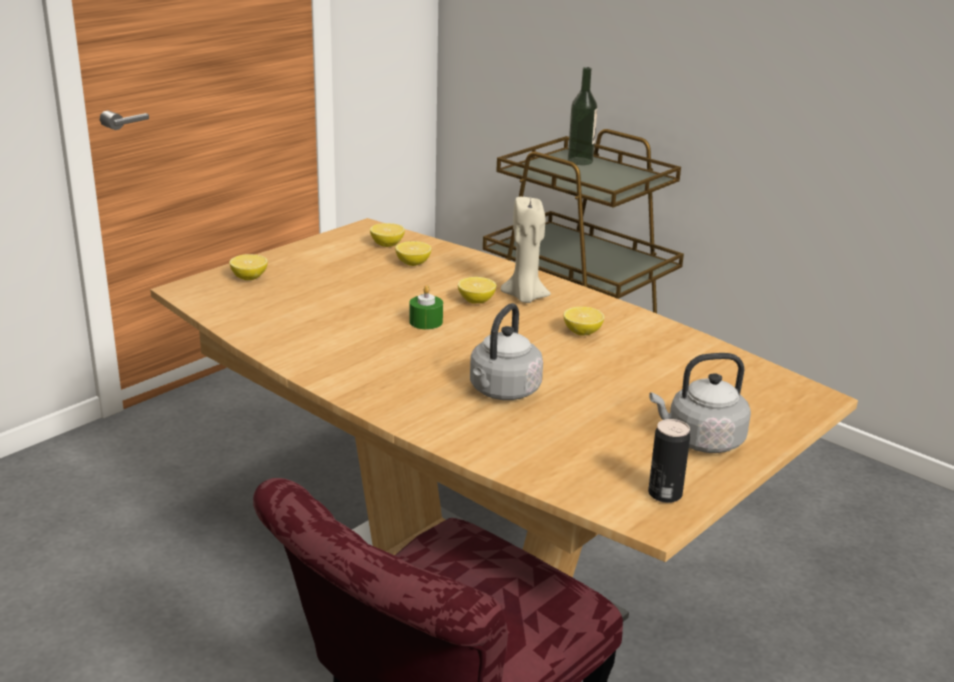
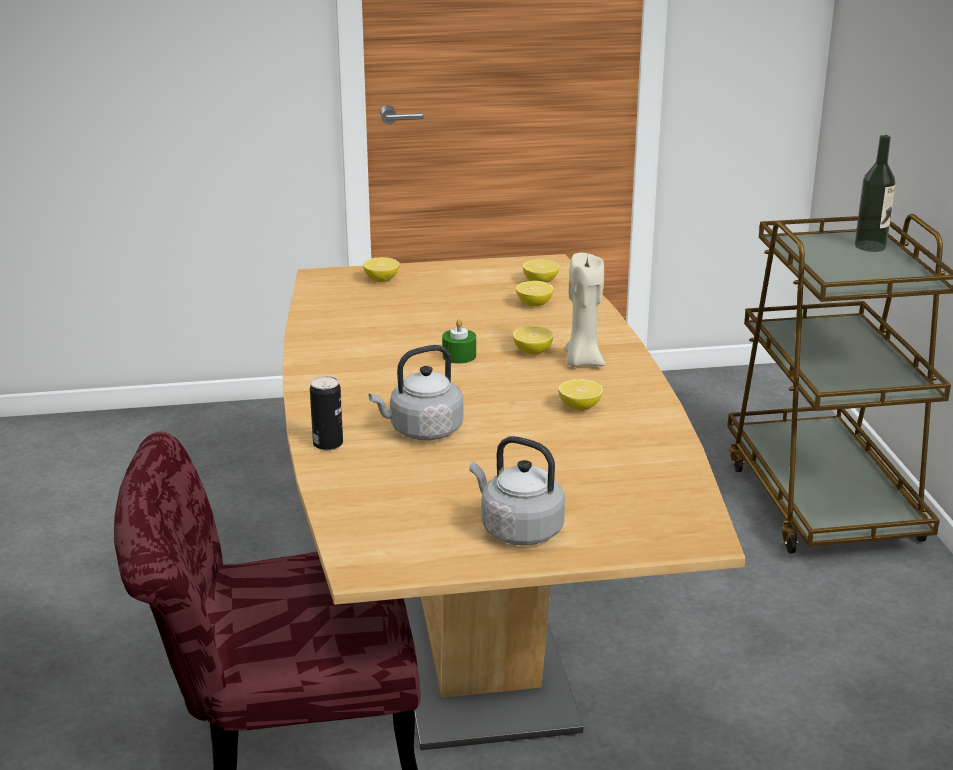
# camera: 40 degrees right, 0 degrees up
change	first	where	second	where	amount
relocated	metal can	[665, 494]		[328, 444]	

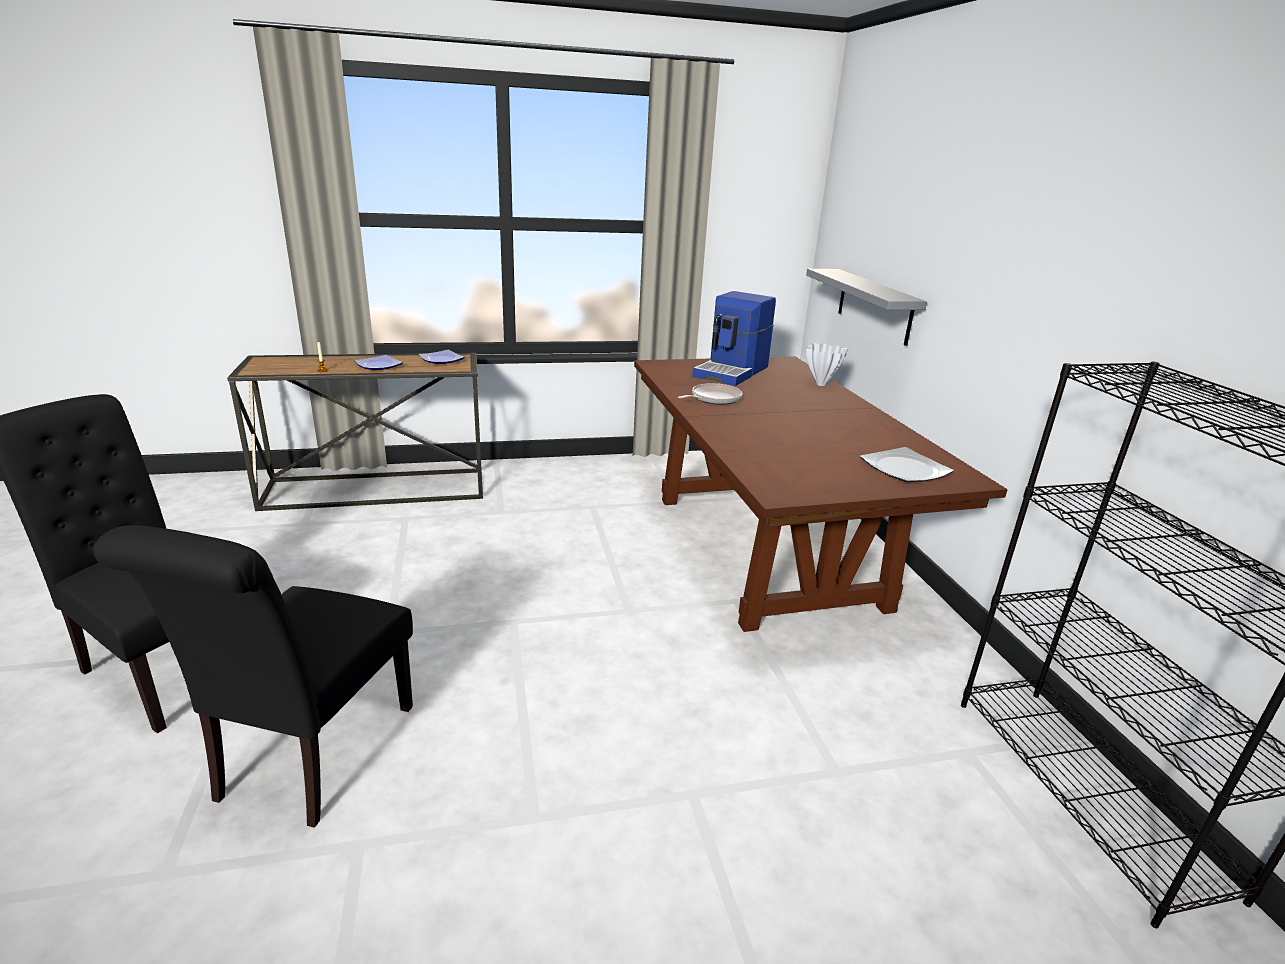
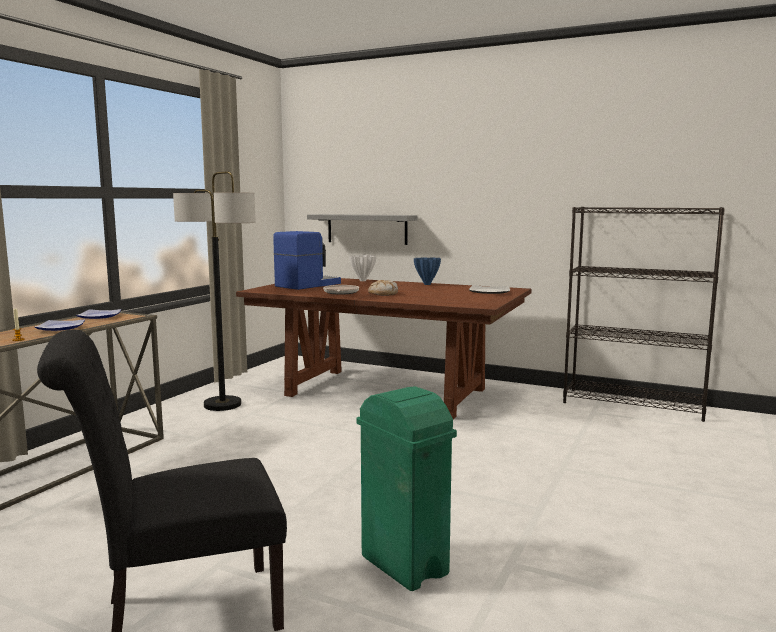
# camera: 50 degrees left, 15 degrees down
change	first	where	second	where	amount
appeared			floor lamp	[222, 405]	
appeared			bread	[383, 294]	
appeared			blue flower vase	[426, 284]	
exchanged	black chair	[309, 758]	greenish trash can	[404, 566]	
spun	coffee maker	[732, 372]		[307, 285]	120 degrees counterclockwise

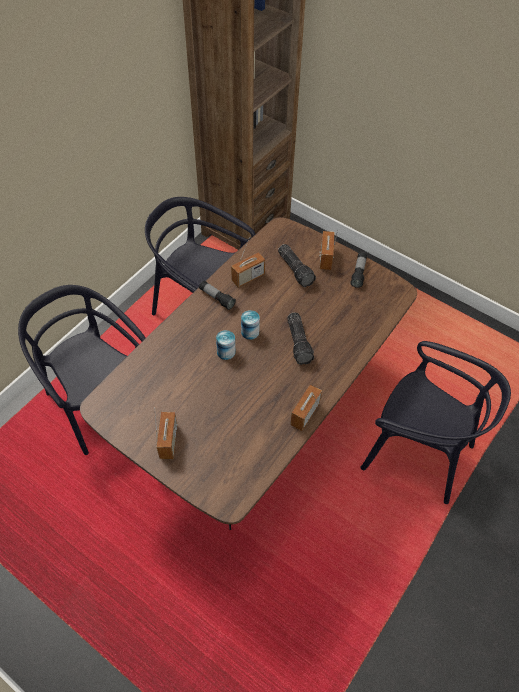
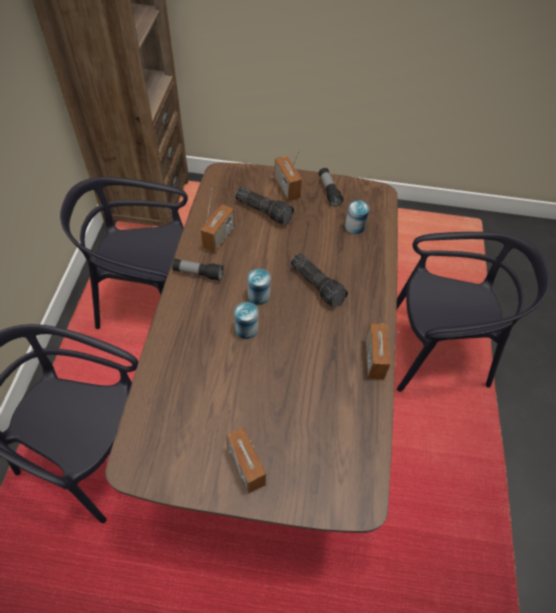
# camera: 30 degrees left, 0 degrees up
change	first	where	second	where	amount
appeared			metal can	[354, 226]	

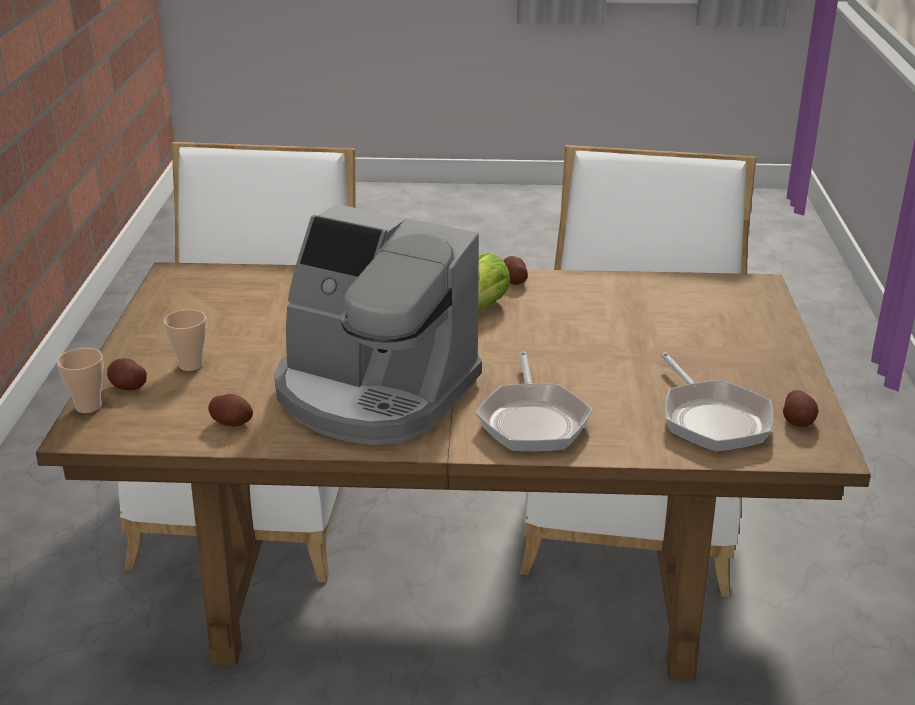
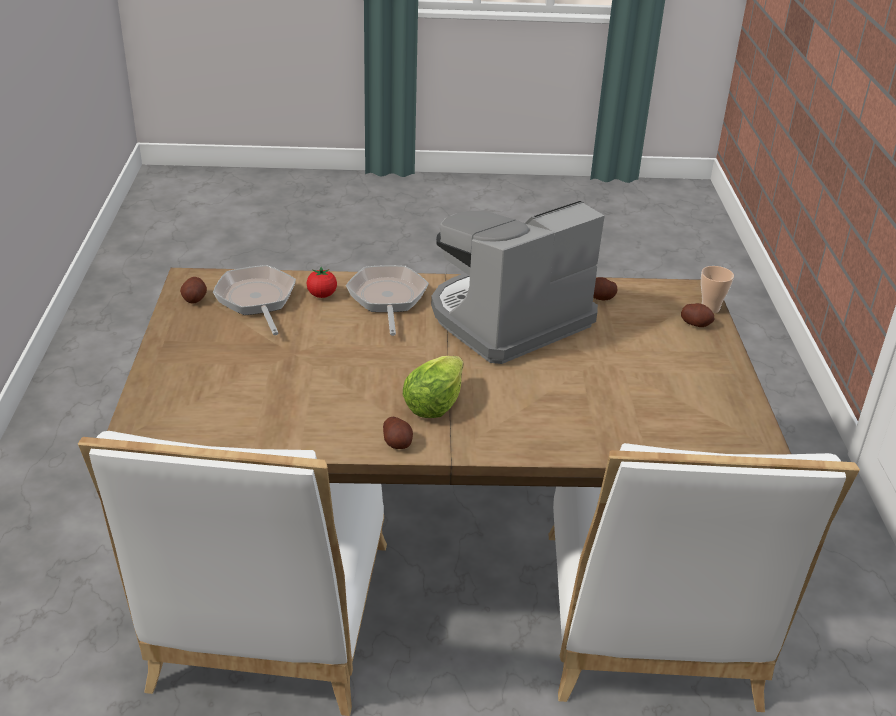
# camera: 175 degrees right, 5 degrees up
change	first	where	second	where	amount
missing	cup	[190, 365]			
appeared			whole tomato	[322, 295]	
spun	coffee maker	[373, 393]		[508, 319]	60 degrees counterclockwise

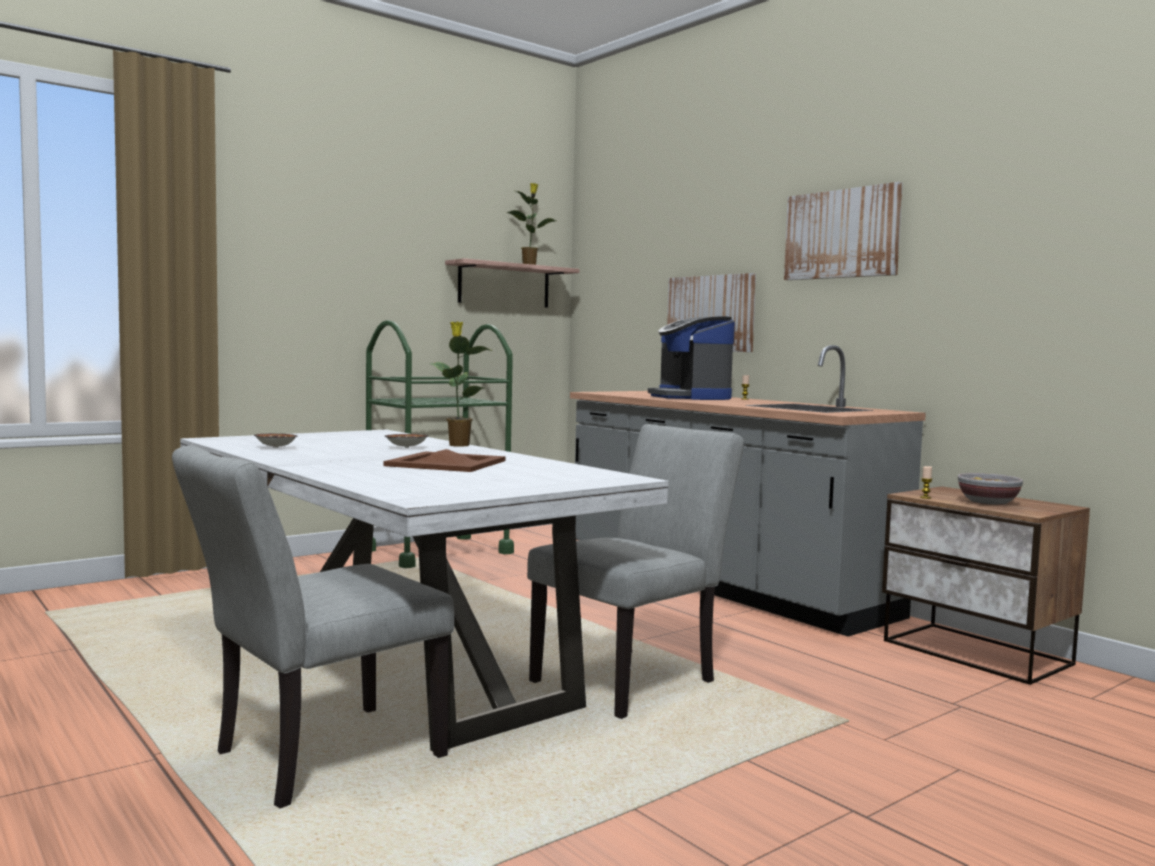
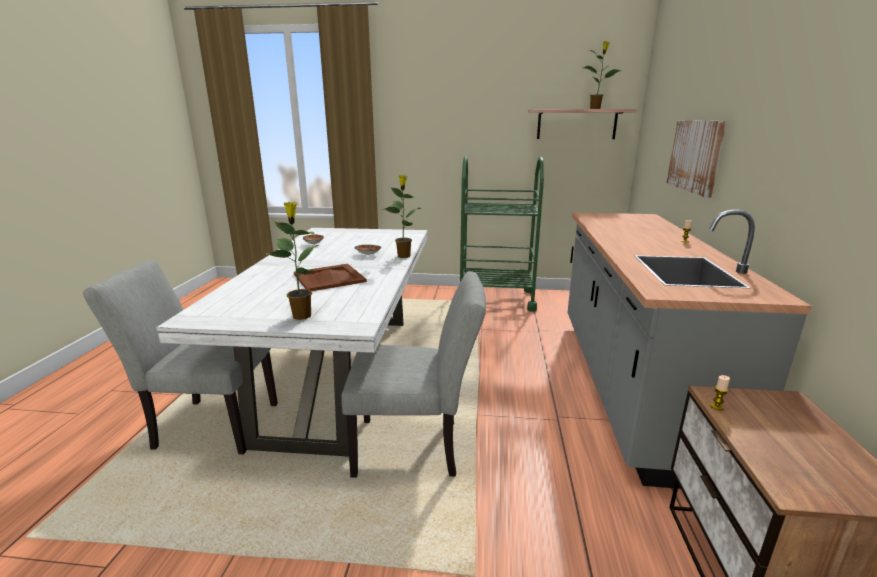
# camera: 45 degrees right, 15 degrees up
change	first	where	second	where	amount
missing	coffee maker	[690, 397]			
missing	picture	[842, 234]			
missing	serving bowl	[988, 503]			
appeared			plant in a pot	[302, 315]	

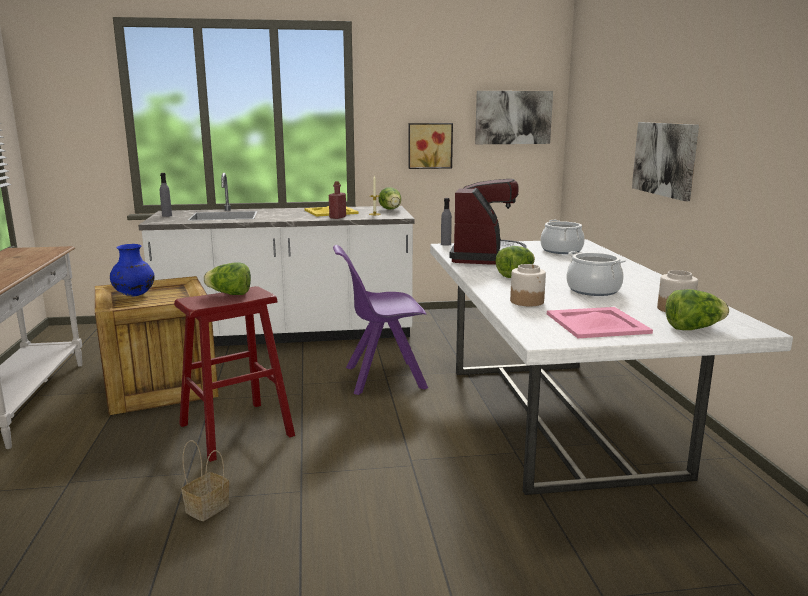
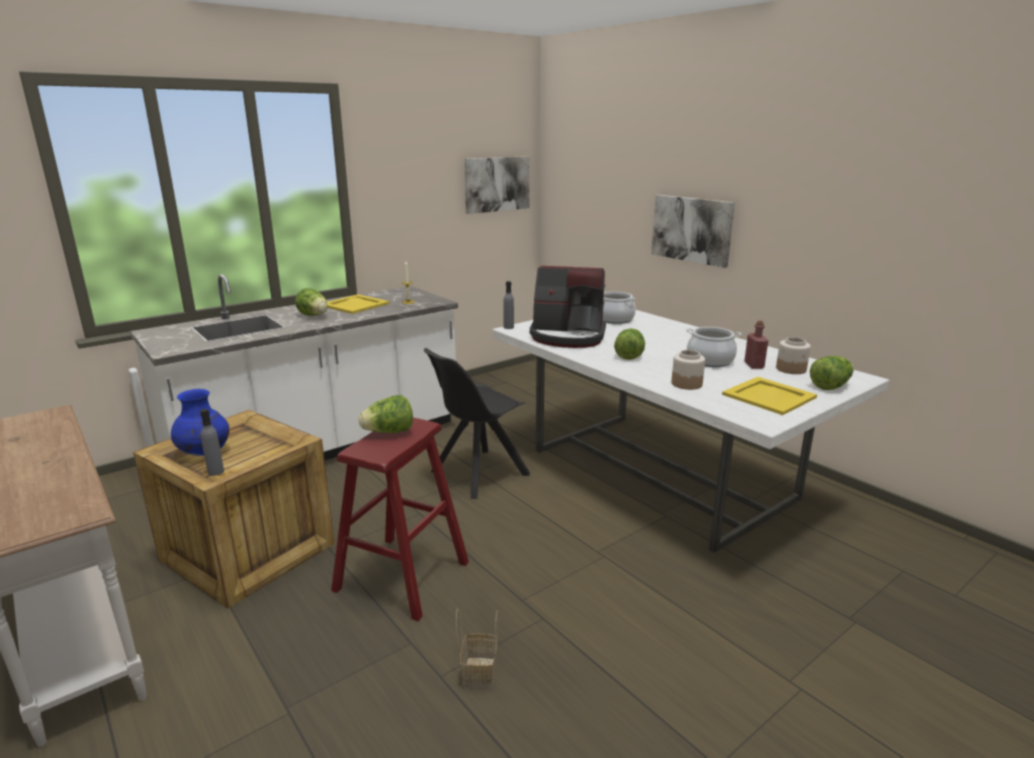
# camera: 30 degrees left, 5 degrees up
change	first	where	second	where	amount
missing	picture	[429, 145]			
relocated	gray bottle	[167, 215]		[216, 472]	
relocated	reddish bottle	[337, 217]		[754, 365]	
relocated	lettuce head	[391, 210]		[314, 315]	
colour	purple-coloured chair	[382, 378]	black chair	[477, 474]	
colour	pinkish carrying tray	[597, 323]	yellow carrying tray	[768, 395]	
spun	coffee maker	[486, 256]		[568, 336]	120 degrees clockwise

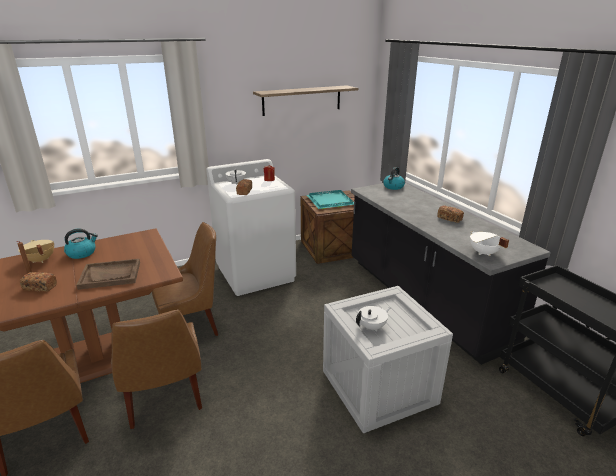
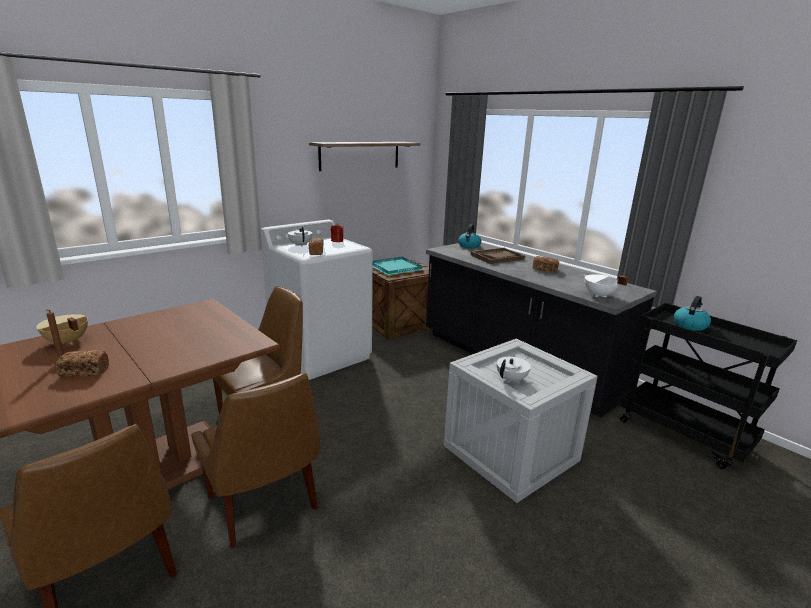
# camera: 15 degrees left, 5 degrees down
change	first	where	second	where	amount
relocated	kettle	[82, 253]		[690, 325]	
relocated	brown carrying tray	[110, 275]		[497, 257]	

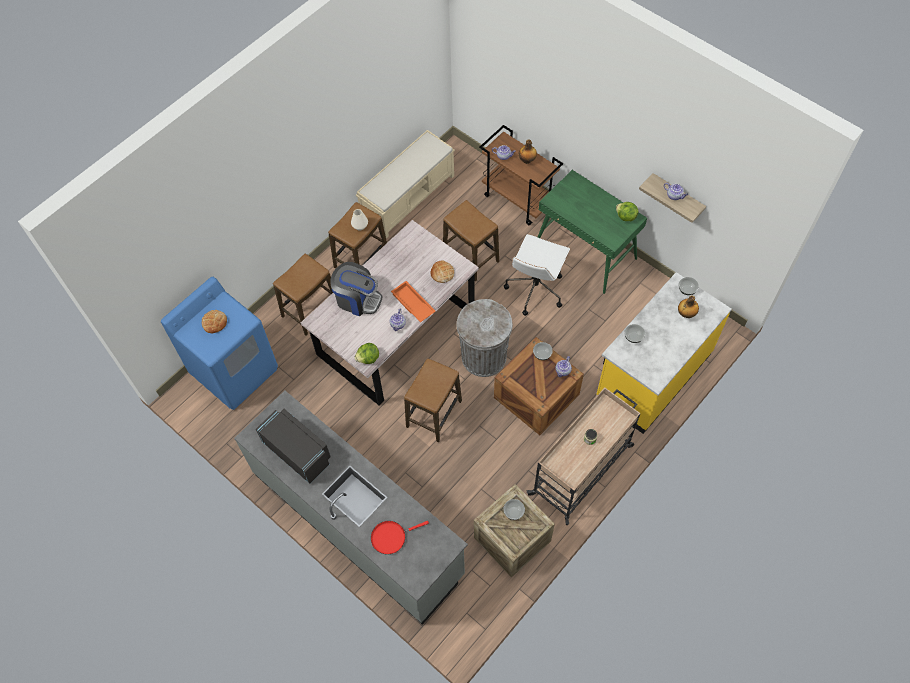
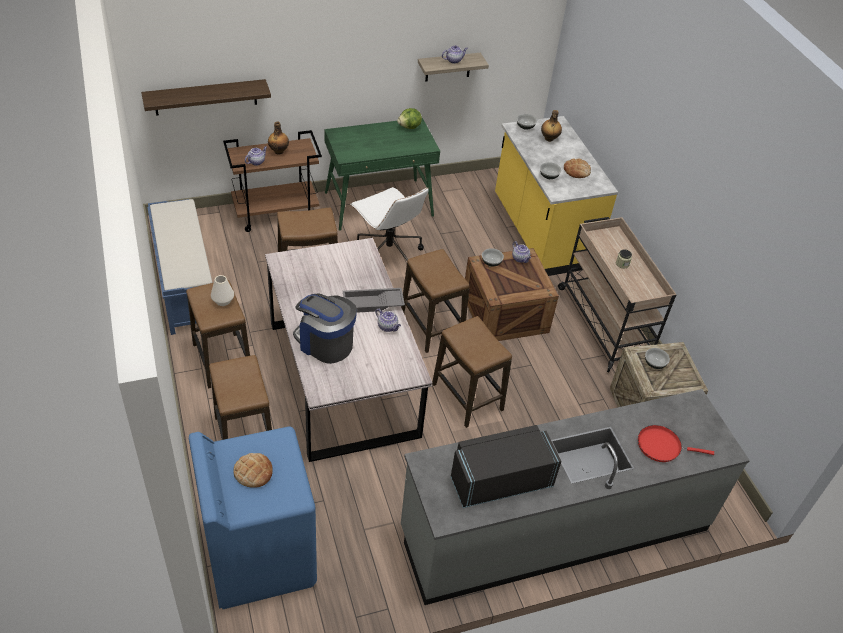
# camera: 65 degrees left, 15 degrees down
change	first	where	second	where	amount
missing	lettuce head	[368, 358]			
appeared			bracket shelf	[205, 97]	
relocated	bread	[442, 273]		[577, 171]	
exchanged	gray trash can	[483, 357]	stool	[431, 327]	
colour	beige indoor bench	[408, 197]	blue indoor bench	[185, 284]	
colour	orangey carrying tray	[412, 304]	gray carrying tray	[372, 304]	
spun	coffee maker	[357, 299]		[325, 343]	105 degrees counterclockwise
spun	reddish skillet	[391, 537]		[662, 446]	90 degrees clockwise

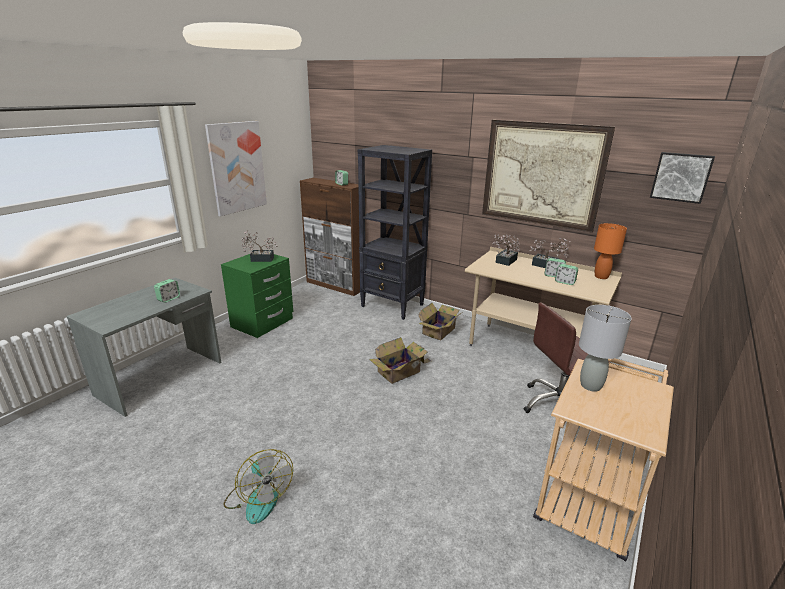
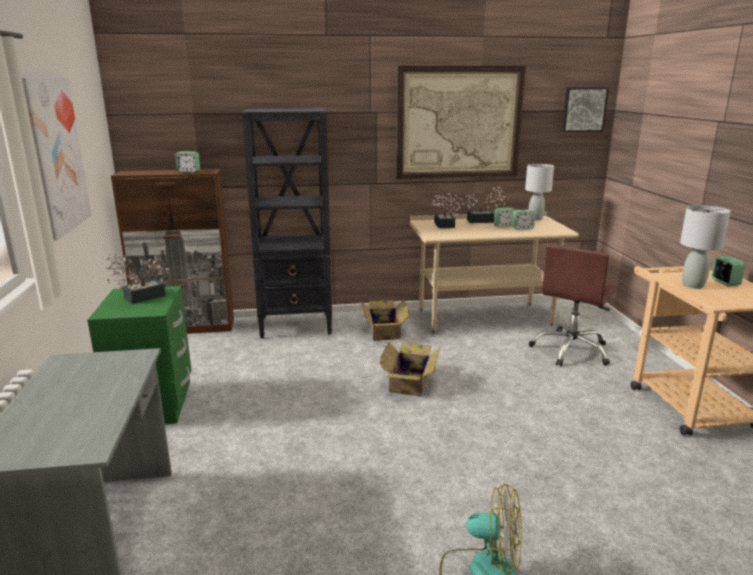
# camera: 40 degrees left, 5 degrees down
change	first	where	second	where	amount
relocated	alarm clock	[169, 299]		[725, 282]	
colour	orangey tabletop lamp	[601, 277]	gray tabletop lamp	[535, 219]	

